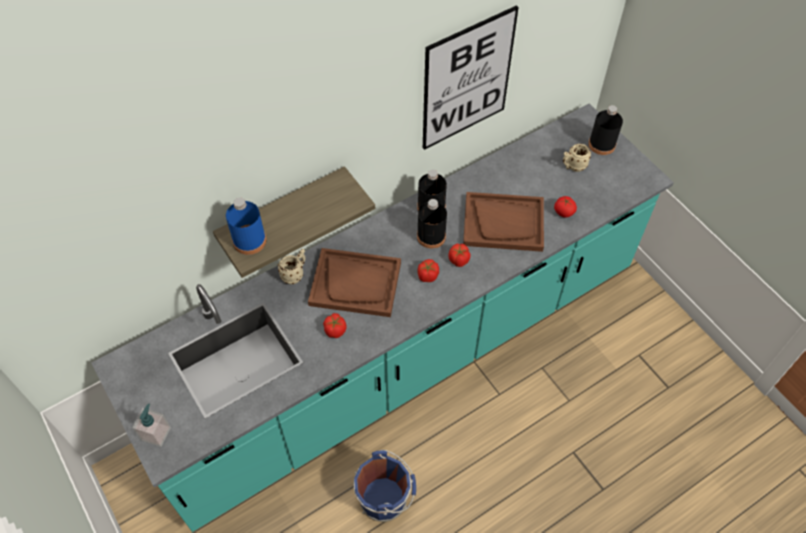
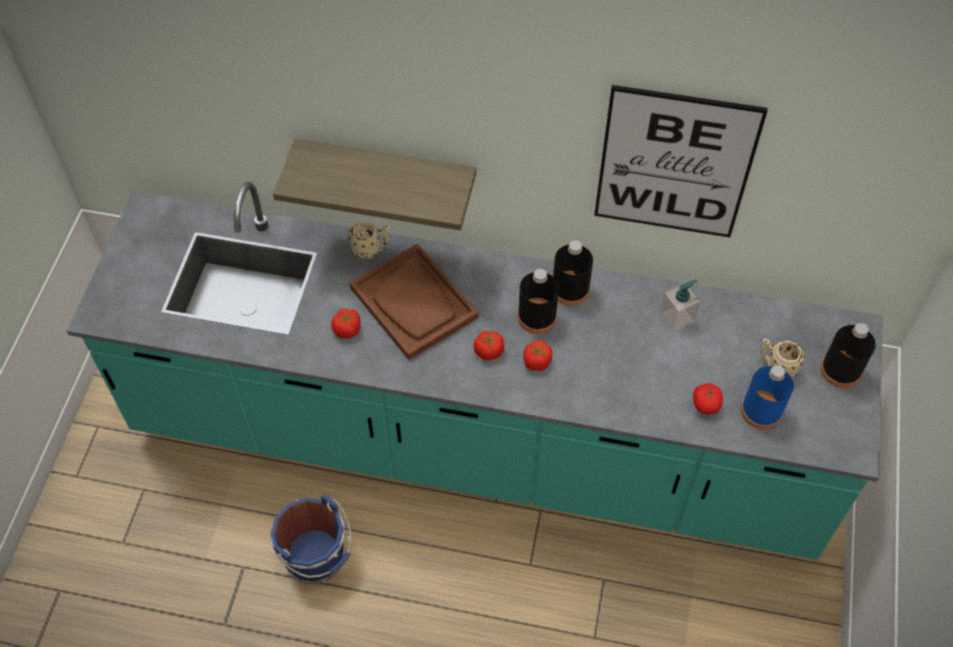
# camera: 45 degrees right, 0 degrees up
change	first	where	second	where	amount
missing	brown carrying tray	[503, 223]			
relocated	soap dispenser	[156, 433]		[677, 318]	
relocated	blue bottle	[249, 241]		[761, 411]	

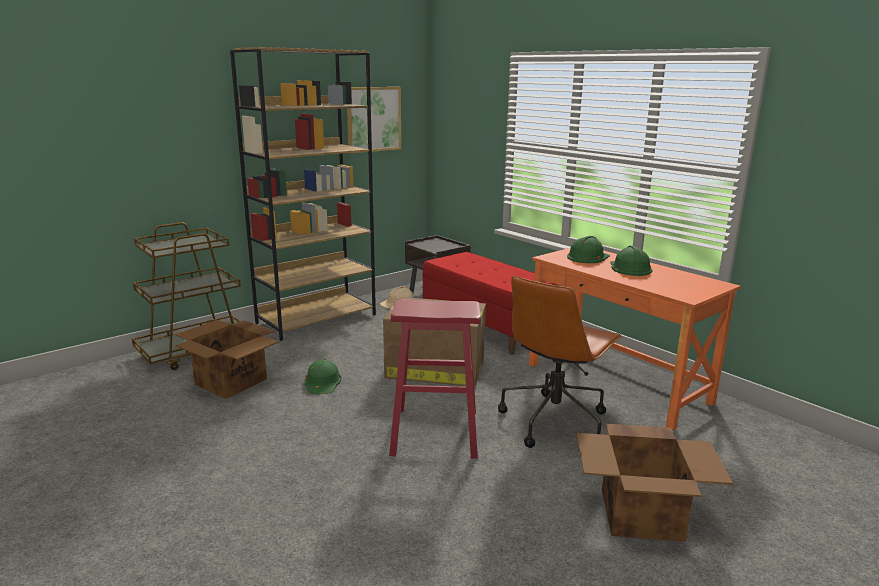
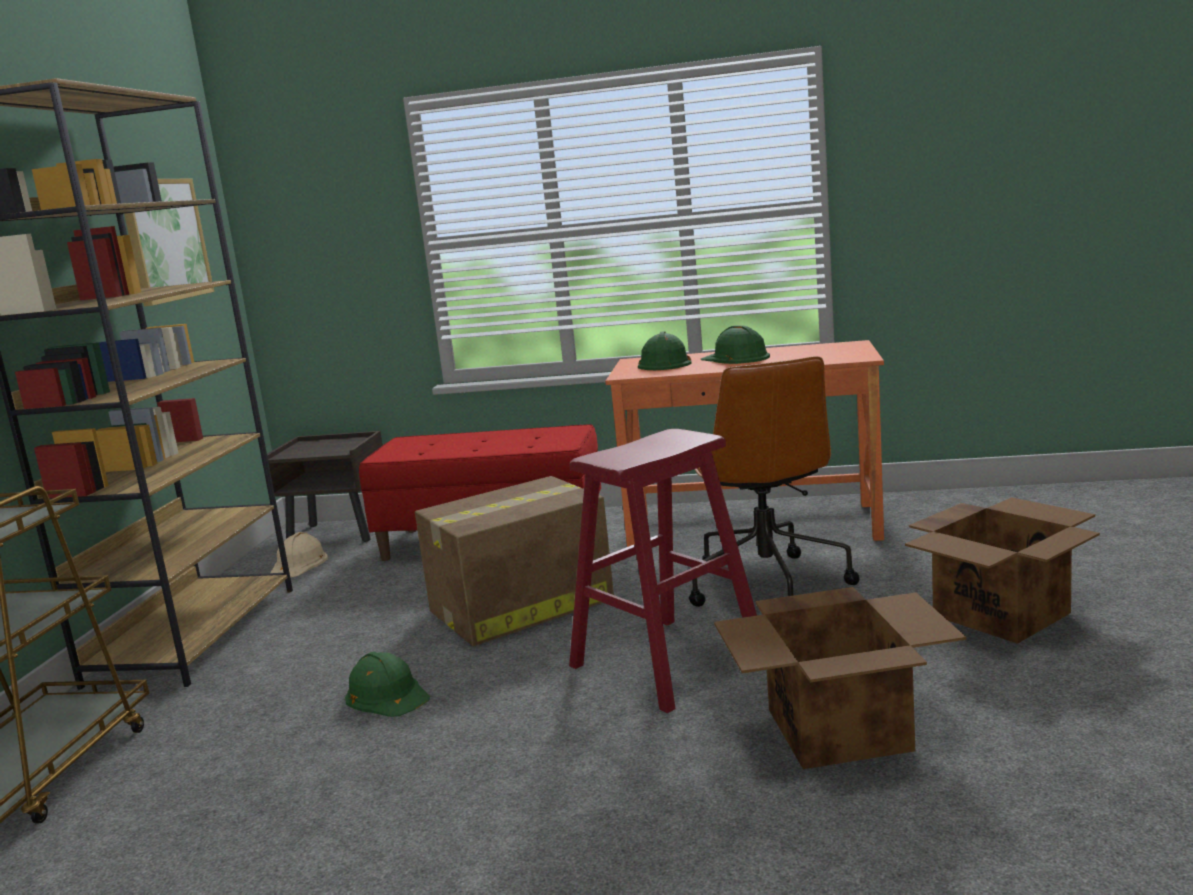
# camera: 40 degrees left, 5 degrees down
change	first	where	second	where	amount
relocated	cardboard box	[231, 382]		[841, 729]	

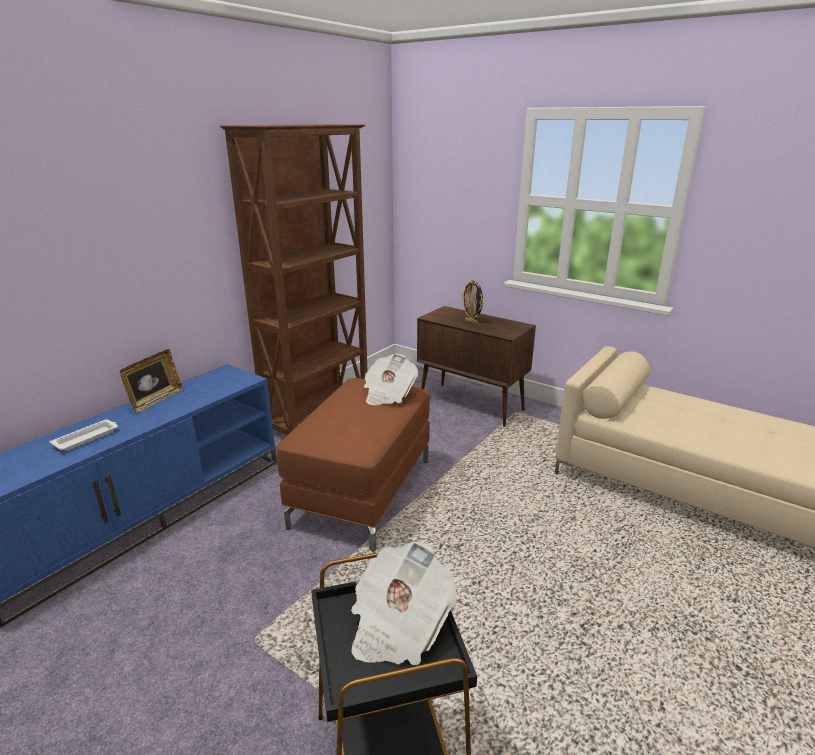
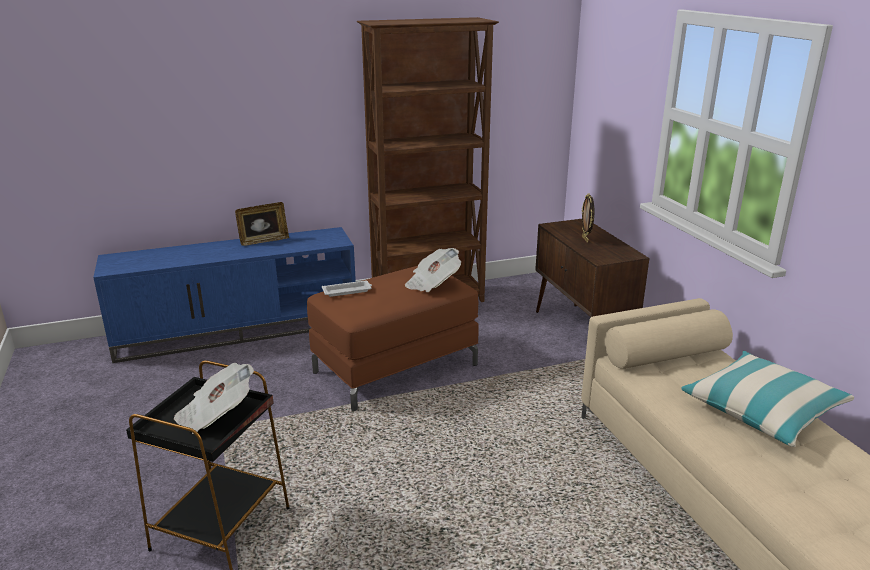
# camera: 35 degrees right, 0 degrees up
change	first	where	second	where	amount
appeared			cushion	[762, 410]	
relocated	white carrying tray	[87, 438]		[348, 291]	

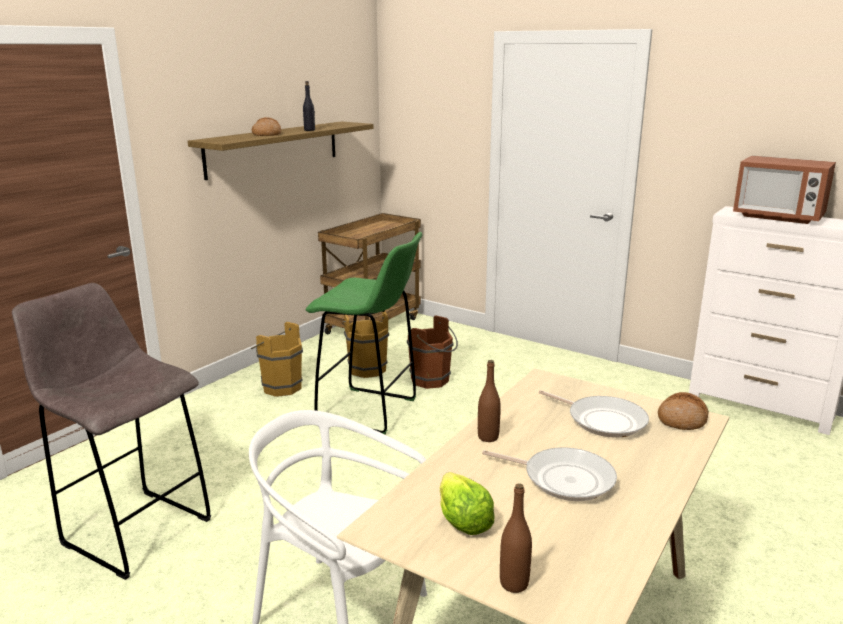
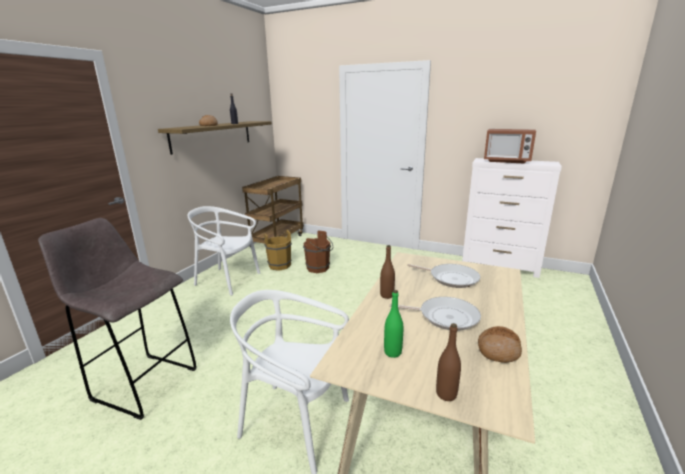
# camera: 10 degrees left, 0 degrees up
change	first	where	second	where	amount
missing	greenish stool	[370, 411]			
relocated	bread	[682, 419]		[498, 350]	
exchanged	brown water bucket	[279, 387]	white chair	[227, 280]	
exchanged	lettuce head	[462, 520]	greenish bottle	[392, 352]	

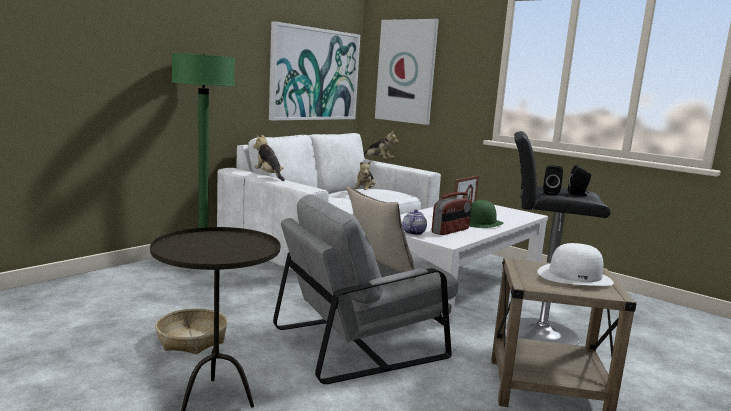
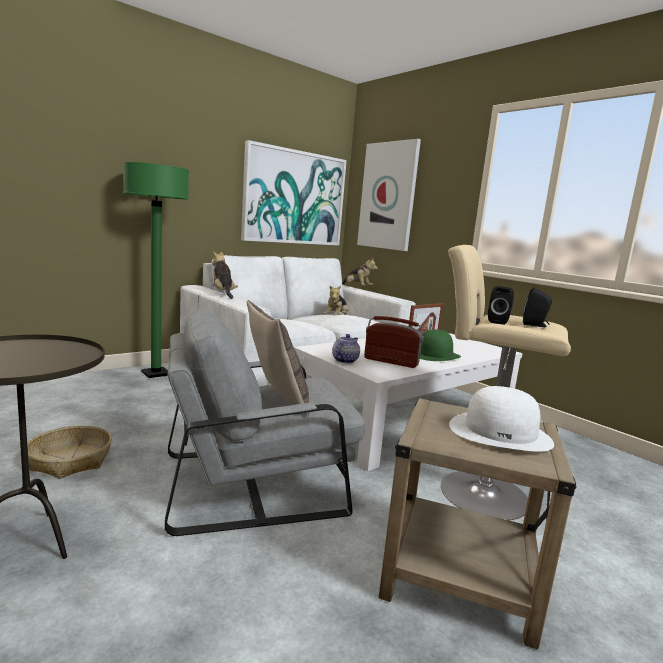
# camera: 10 degrees right, 0 degrees up
change	first	where	second	where	amount
colour	black stool	[535, 332]	beige stool	[476, 492]	
spun	radio receiver	[450, 231]		[391, 361]	120 degrees counterclockwise

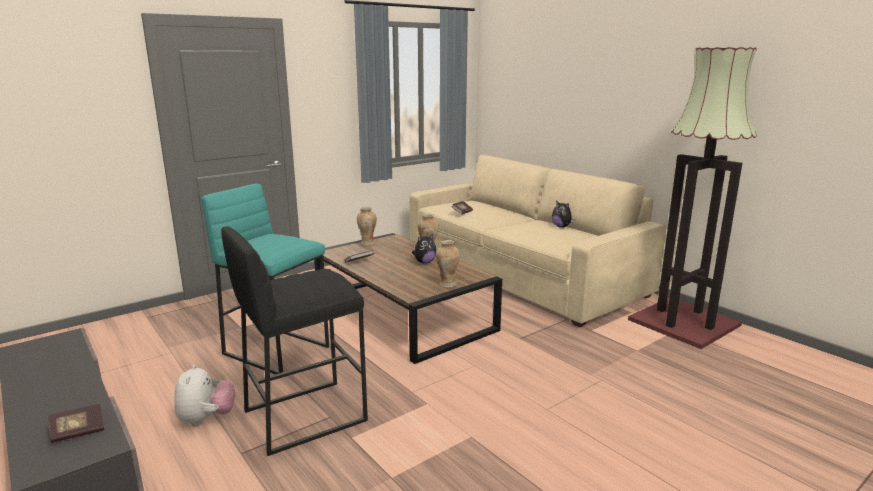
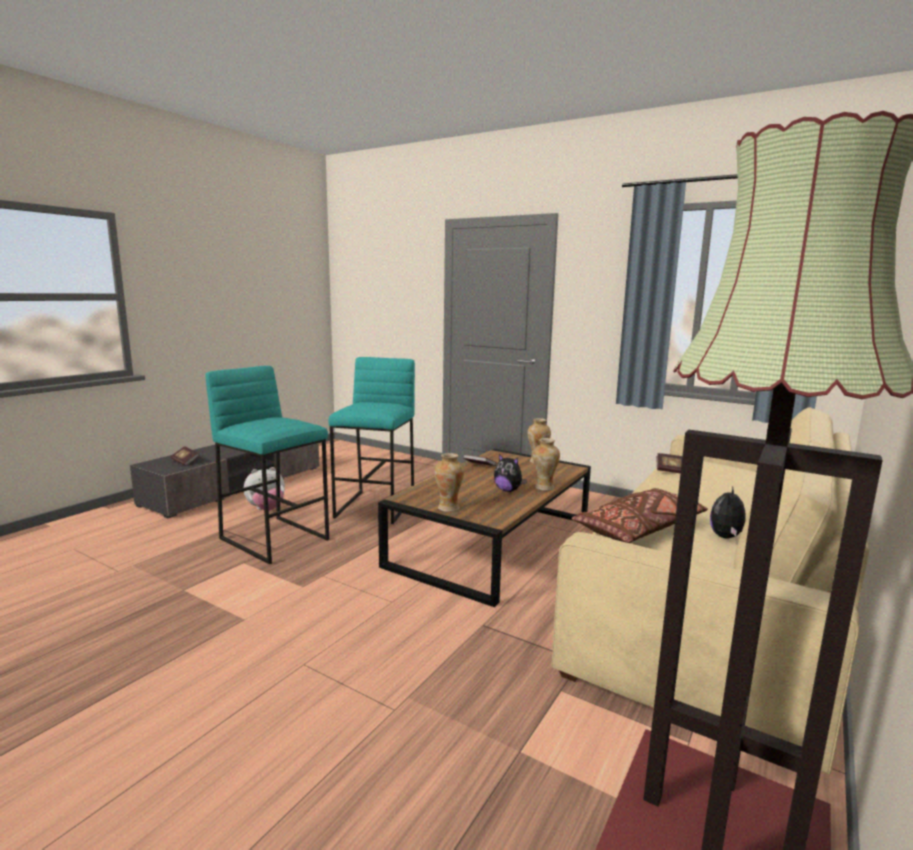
# camera: 70 degrees right, 5 degrees down
change	first	where	second	where	amount
appeared			brown cushion	[640, 529]	
colour	black stool	[305, 415]	blue-green stool	[275, 538]	

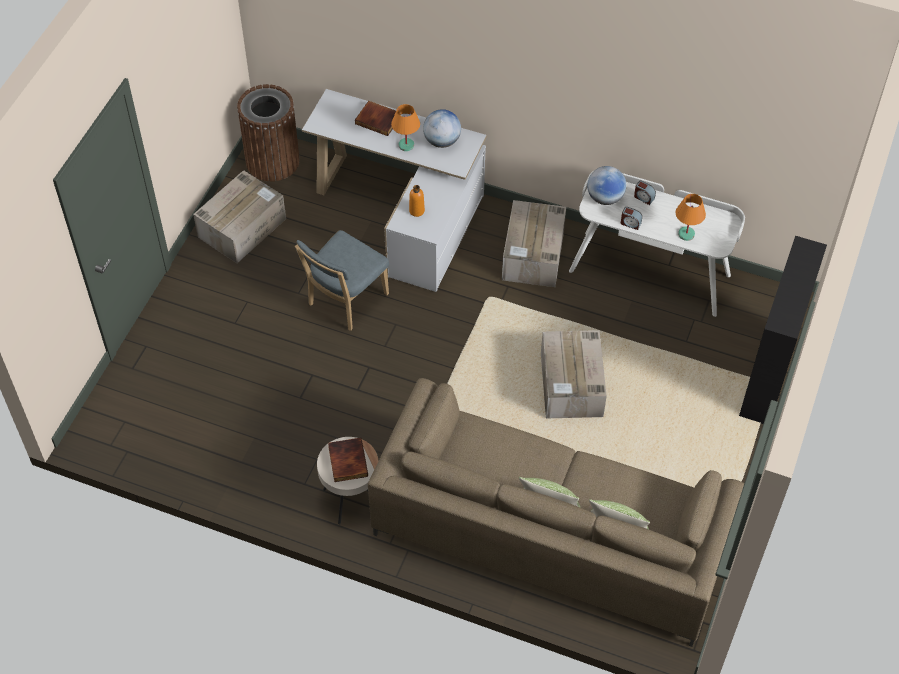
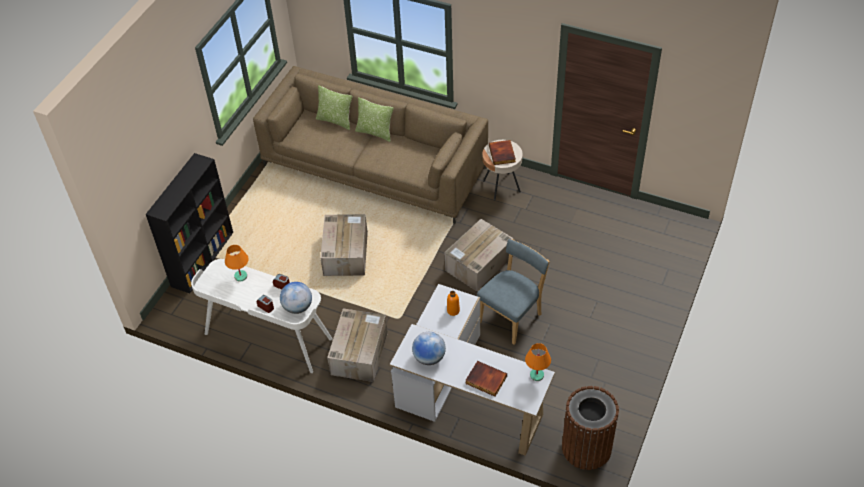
# camera: 175 degrees left, 5 degrees down
change	first	where	second	where	amount
relocated	cardboard box	[242, 227]		[478, 264]	
relocated	orangey tabletop lamp	[406, 145]		[537, 375]	

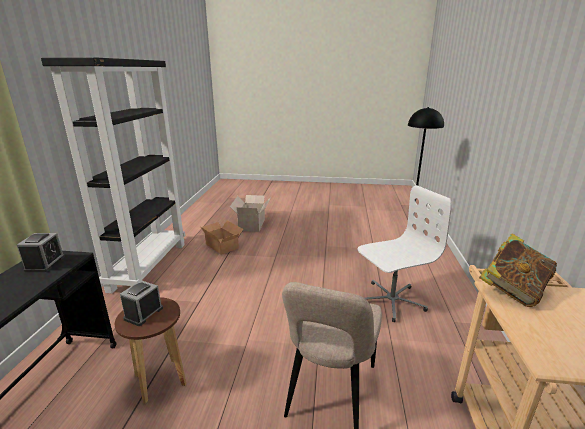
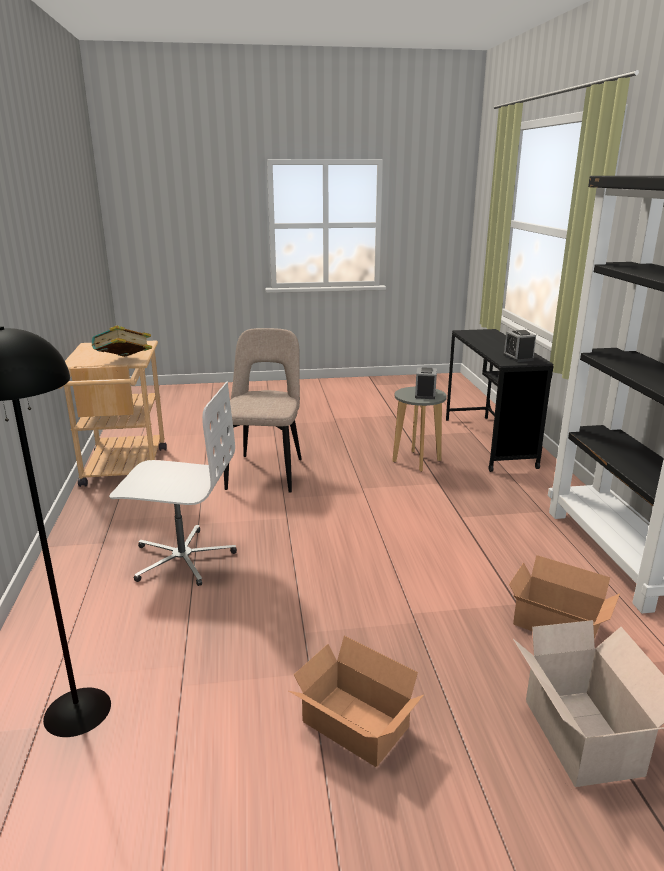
# camera: 165 degrees right, 0 degrees up
change	first	where	second	where	amount
appeared			cardboard box	[355, 728]	
colour	brown stool	[160, 380]	gray stool	[416, 461]	
spun	white office chair	[391, 300]		[182, 558]	135 degrees counterclockwise

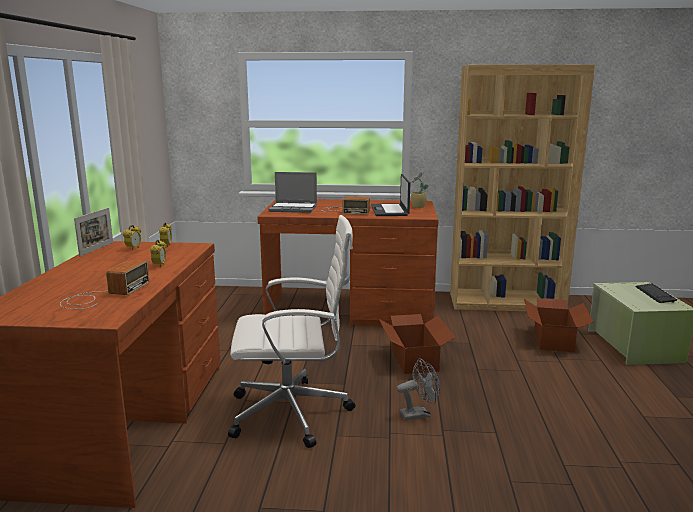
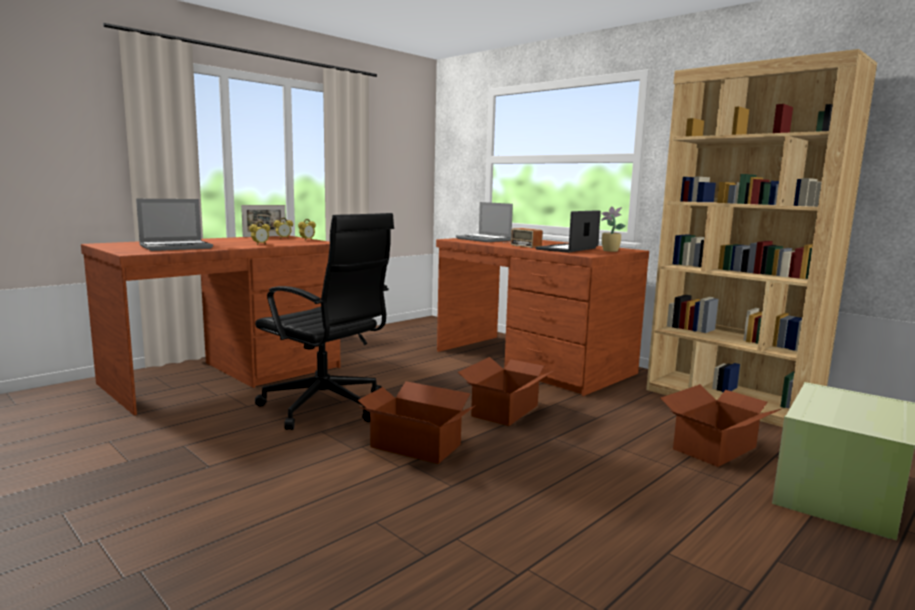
# camera: 40 degrees right, 5 degrees down
change	first	where	second	where	amount
missing	PC keyboard	[655, 294]			
exchanged	radio receiver	[103, 295]	portable computer	[177, 247]	
exchanged	gray cooling fan	[419, 414]	cardboard box	[415, 445]	
colour	white office chair	[293, 413]	black office chair	[326, 407]	

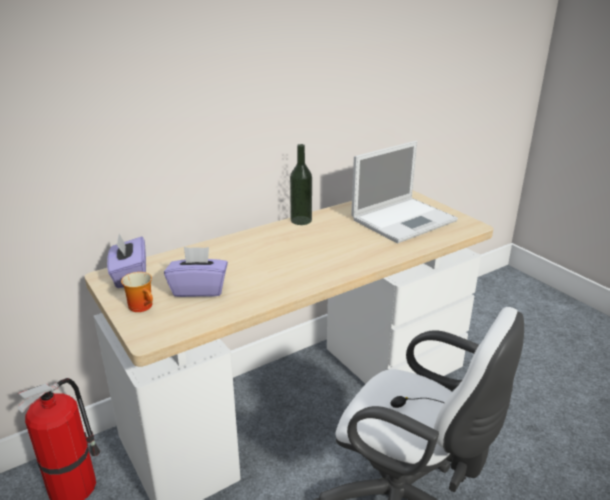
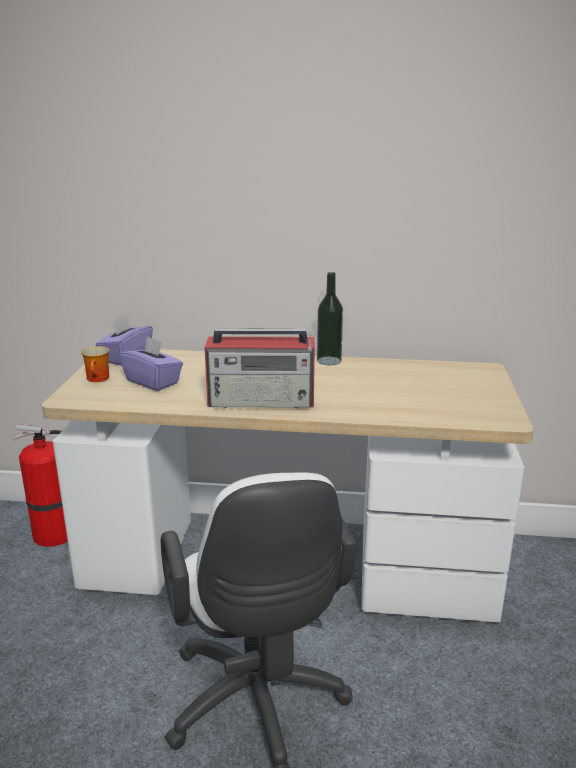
# camera: 40 degrees right, 5 degrees down
change	first	where	second	where	amount
missing	portable computer	[405, 219]			
appeared			radio receiver	[263, 400]	

